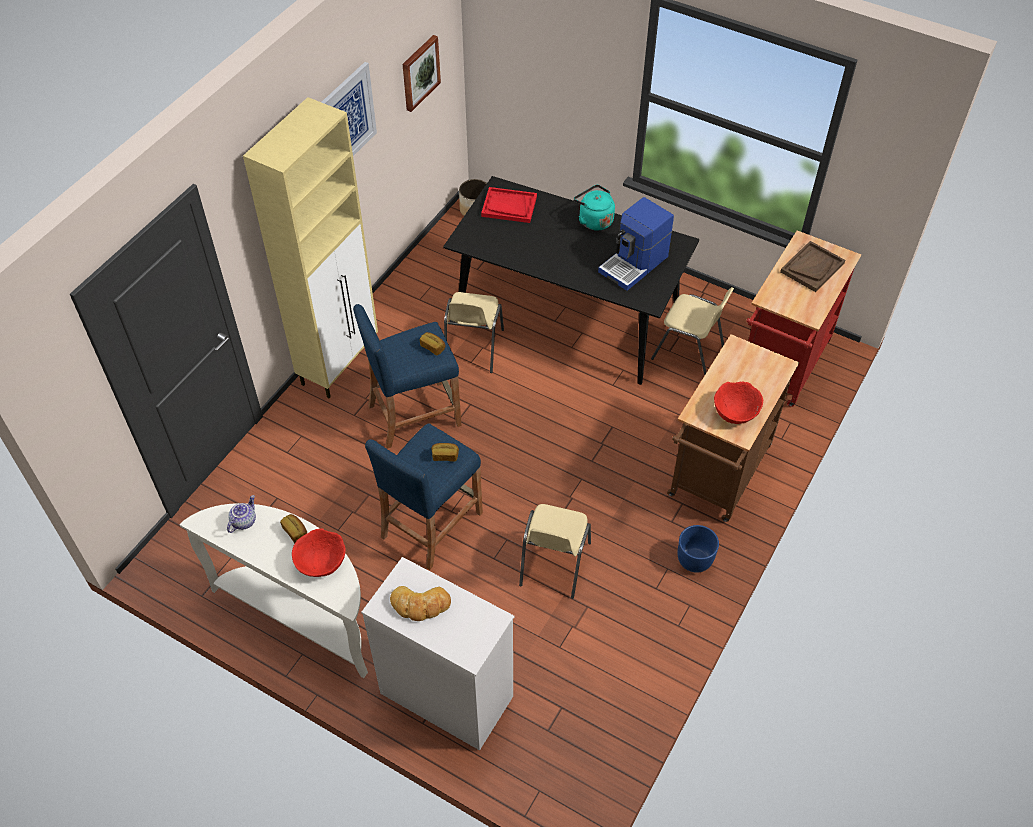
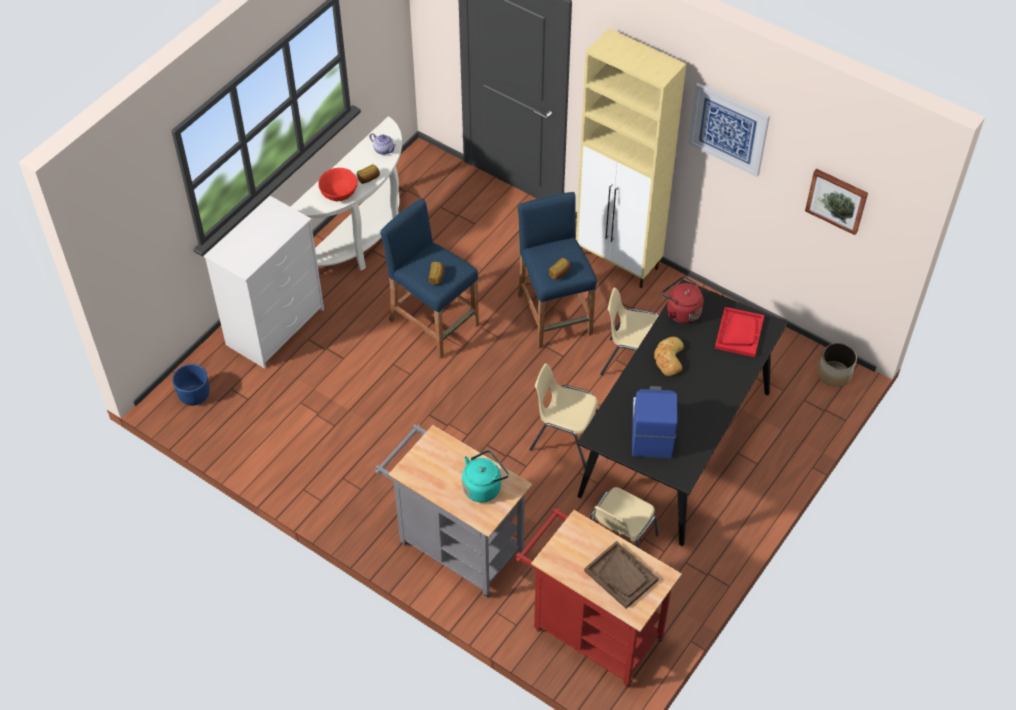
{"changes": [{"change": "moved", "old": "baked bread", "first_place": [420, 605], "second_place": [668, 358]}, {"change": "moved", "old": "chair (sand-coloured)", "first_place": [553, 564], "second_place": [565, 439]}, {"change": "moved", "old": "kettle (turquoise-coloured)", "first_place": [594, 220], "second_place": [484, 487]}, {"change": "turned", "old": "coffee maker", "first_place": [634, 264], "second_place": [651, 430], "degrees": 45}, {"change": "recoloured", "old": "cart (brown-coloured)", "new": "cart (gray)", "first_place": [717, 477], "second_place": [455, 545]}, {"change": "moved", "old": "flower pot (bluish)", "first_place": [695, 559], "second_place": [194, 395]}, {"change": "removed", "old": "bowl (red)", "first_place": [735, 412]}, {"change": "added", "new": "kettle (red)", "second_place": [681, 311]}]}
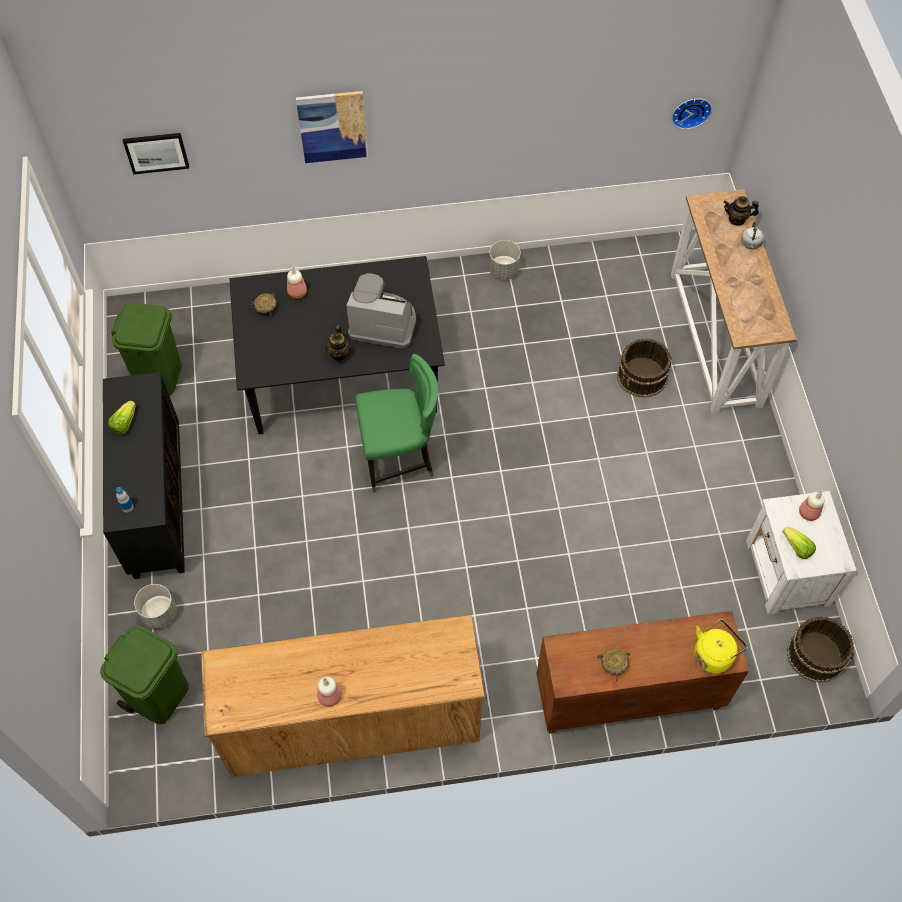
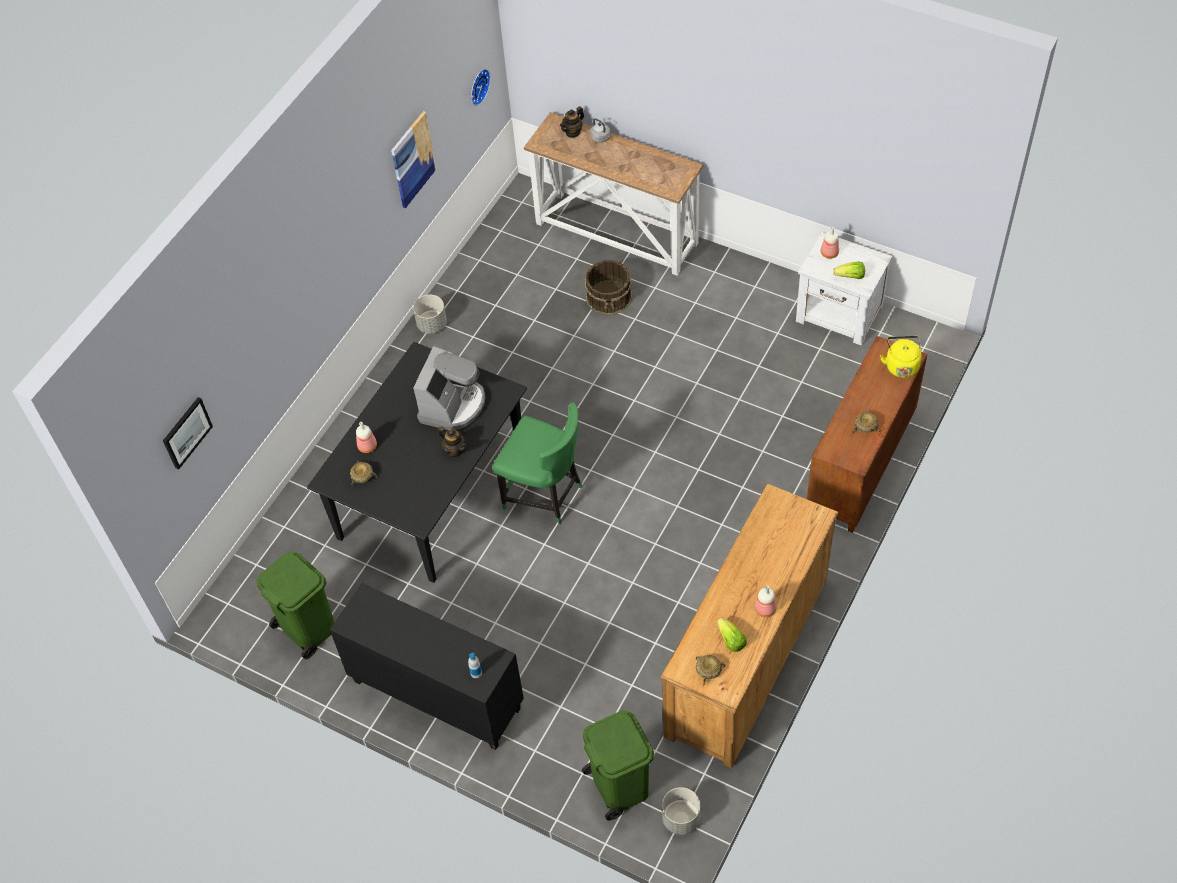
{"changes": [{"change": "moved", "old": "lettuce head", "first_place": [124, 423], "second_place": [731, 640]}, {"change": "moved", "old": "flower pot (gray)", "first_place": [159, 613], "second_place": [680, 819]}, {"change": "moved", "old": "wall art", "first_place": [332, 126], "second_place": [412, 159]}, {"change": "turned", "old": "coffee maker", "first_place": [383, 323], "second_place": [452, 405], "degrees": 150}, {"change": "turned", "old": "chair (greenish)", "first_place": [400, 459], "second_place": [545, 495], "degrees": 90}, {"change": "removed", "old": "bucket (brown-coloured)", "first_place": [816, 654]}, {"change": "added", "new": "bowl (sand-coloured)", "second_place": [708, 671]}]}
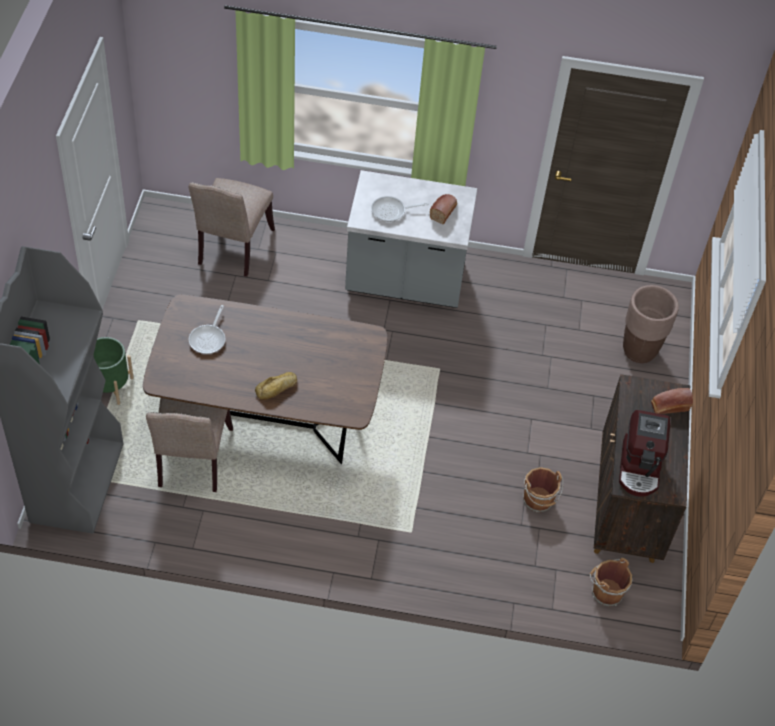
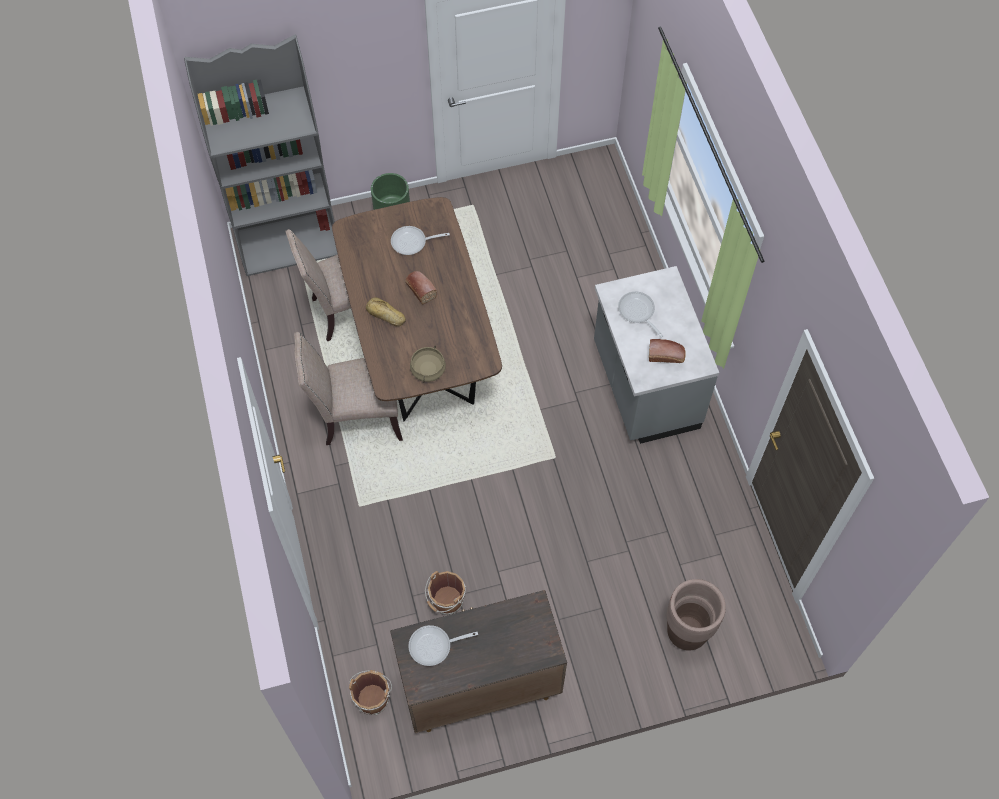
{"changes": [{"change": "moved", "old": "chair (sand-coloured)", "first_place": [233, 249], "second_place": [357, 416]}, {"change": "replaced", "old": "coffee maker", "new": "pan", "first_place": [640, 468], "second_place": [434, 646]}, {"change": "moved", "old": "baked bread", "first_place": [669, 406], "second_place": [420, 289]}, {"change": "added", "new": "saucepot (sand-coloured)", "second_place": [428, 370]}]}
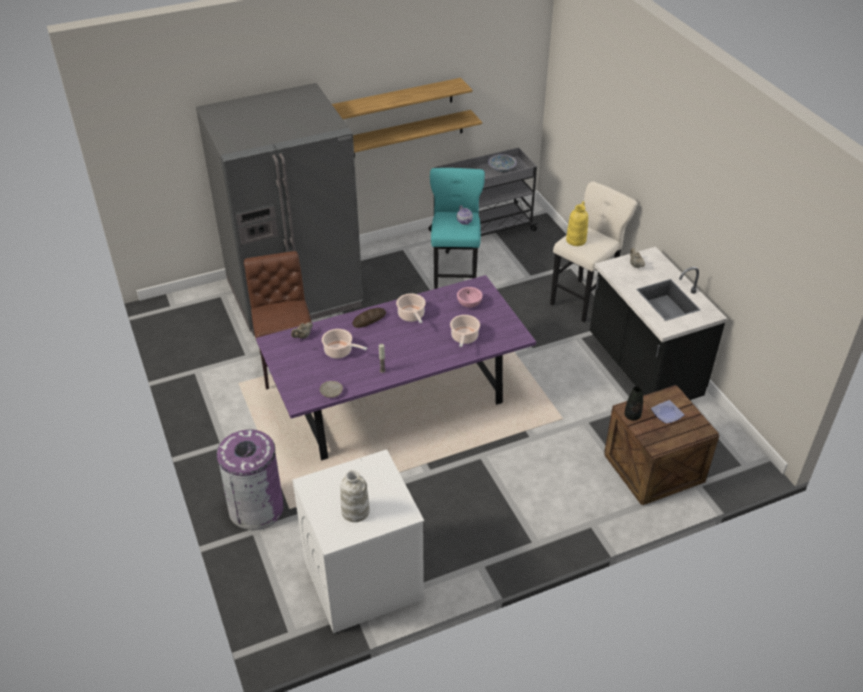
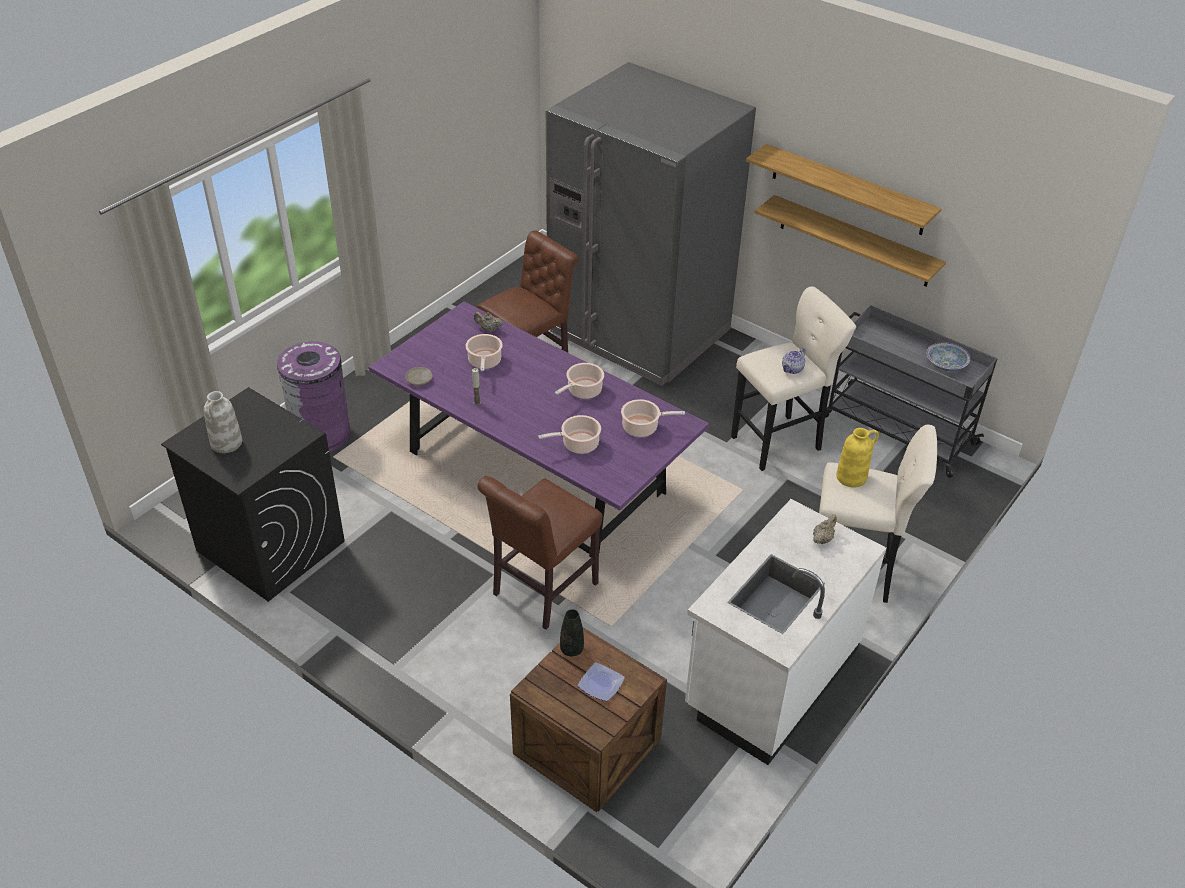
{"changes": [{"change": "recoloured", "old": "laundry appliance (white-coloured)", "new": "laundry appliance (blackish)", "first_place": [362, 581], "second_place": [269, 546]}, {"change": "removed", "old": "baked bread", "first_place": [369, 319]}, {"change": "recoloured", "old": "sitting stool (turquoise-coloured)", "new": "sitting stool (sand-coloured)", "first_place": [455, 279], "second_place": [780, 441]}, {"change": "replaced", "old": "bowl (pinkish)", "new": "saucepot", "first_place": [469, 303], "second_place": [642, 427]}, {"change": "recoloured", "old": "counter (blackish)", "new": "counter (white-coloured)", "first_place": [643, 367], "second_place": [770, 678]}, {"change": "added", "new": "chair (brown-coloured)", "second_place": [541, 592]}]}
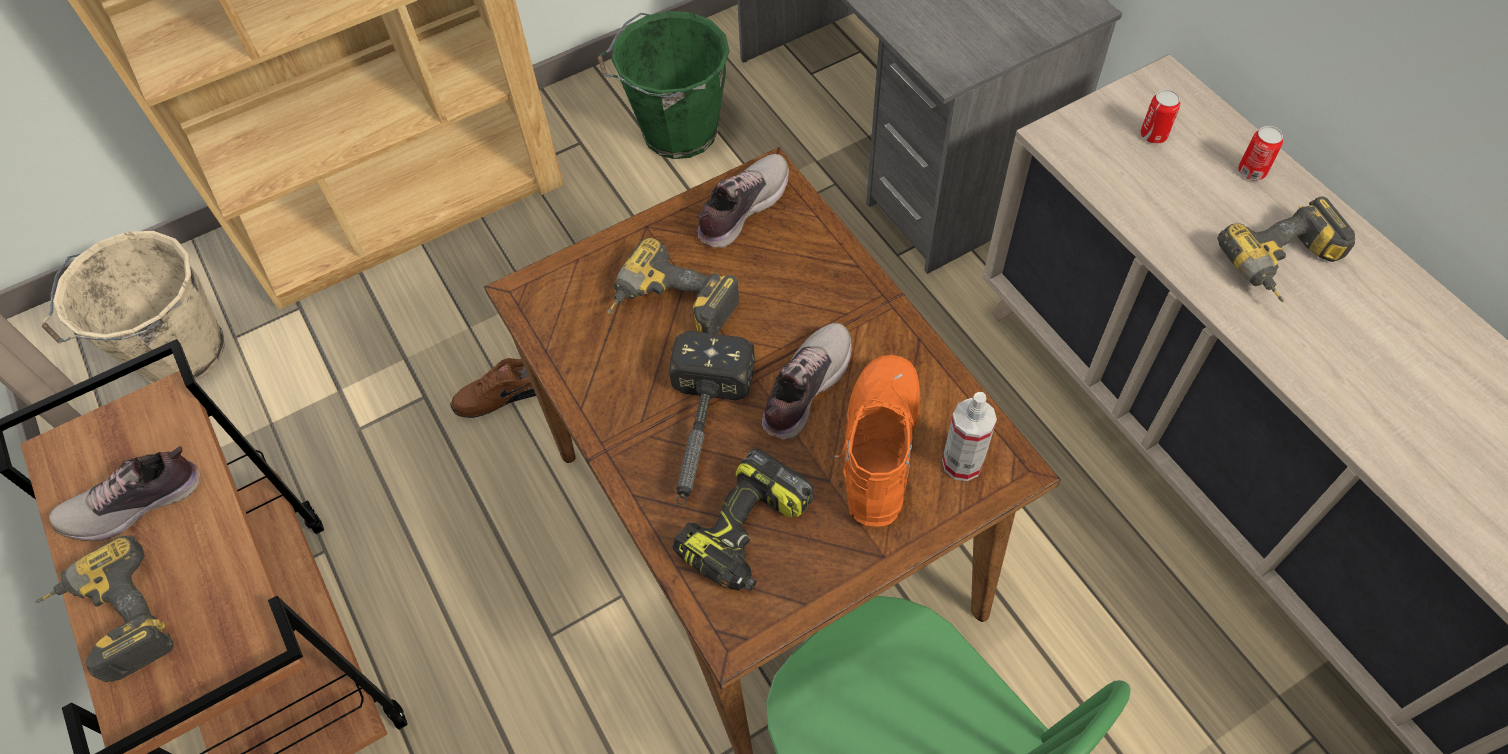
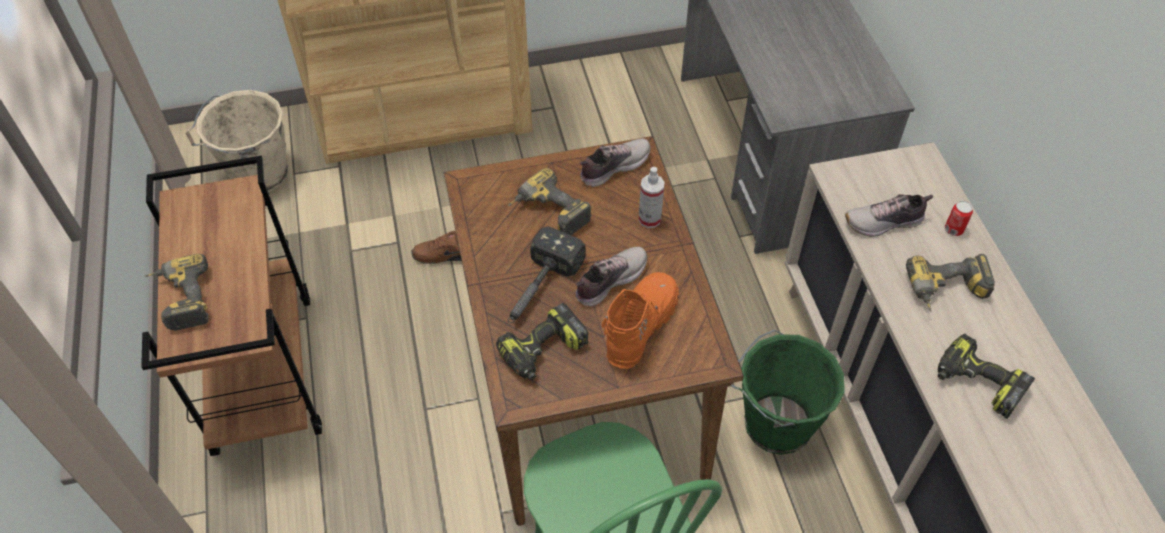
{"changes": [{"change": "moved", "old": "low shoe", "first_place": [137, 504], "second_place": [884, 223]}, {"change": "moved", "old": "bucket (greenish)", "first_place": [676, 132], "second_place": [774, 424]}, {"change": "moved", "old": "spray bottle", "first_place": [962, 463], "second_place": [649, 219]}, {"change": "removed", "old": "sealed can", "first_place": [1153, 135]}, {"change": "added", "new": "drill", "second_place": [977, 383]}]}
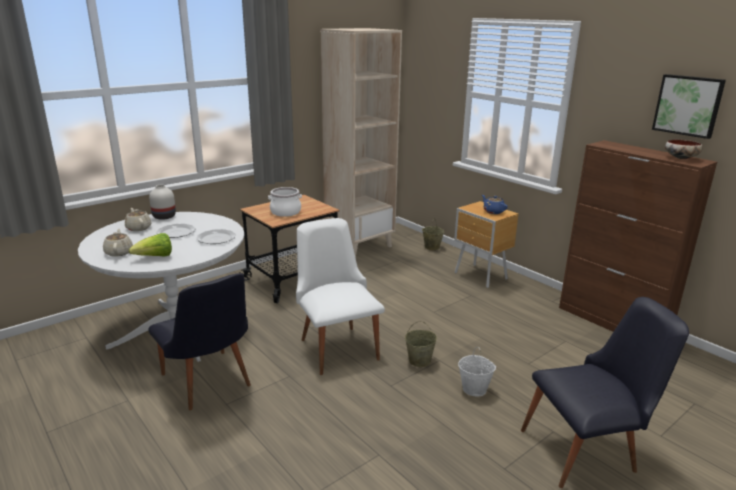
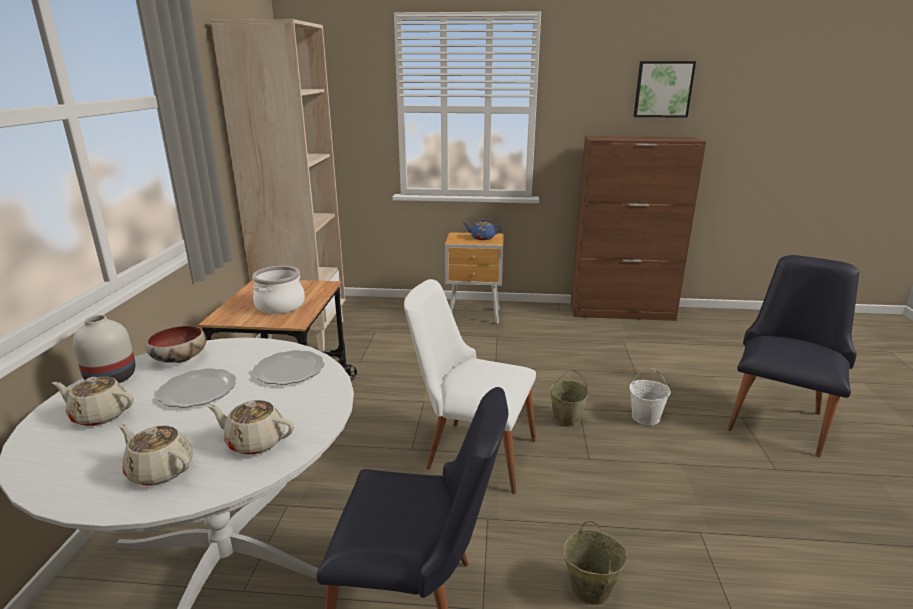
{"changes": [{"change": "replaced", "old": "lettuce head", "new": "pot for tea (sand-coloured)", "first_place": [155, 257], "second_place": [255, 441]}, {"change": "moved", "old": "bucket (sand-coloured)", "first_place": [431, 247], "second_place": [589, 588]}, {"change": "moved", "old": "bowl", "first_place": [680, 158], "second_place": [179, 359]}]}
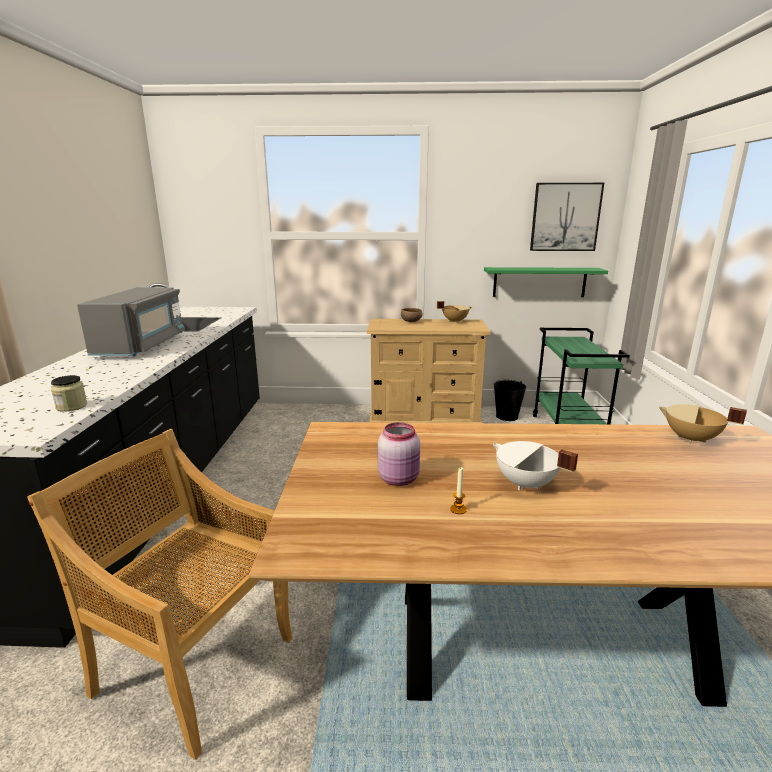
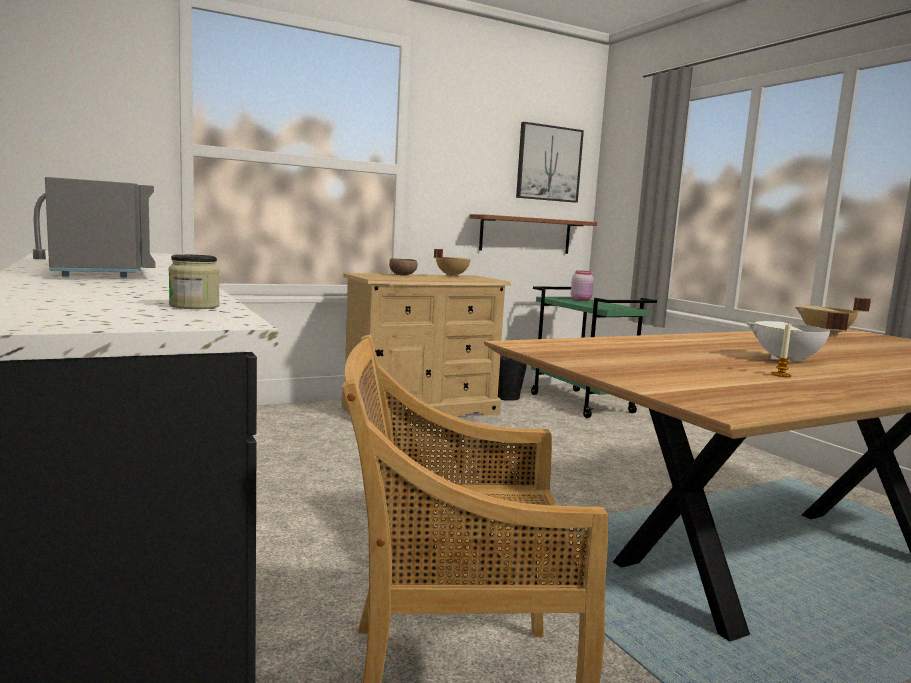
{"changes": [{"change": "moved", "old": "preserve jar (pinkish)", "first_place": [400, 479], "second_place": [581, 300]}, {"change": "recoloured", "old": "shelf (greenish)", "new": "shelf (brown-coloured)", "first_place": [539, 282], "second_place": [525, 235]}]}
